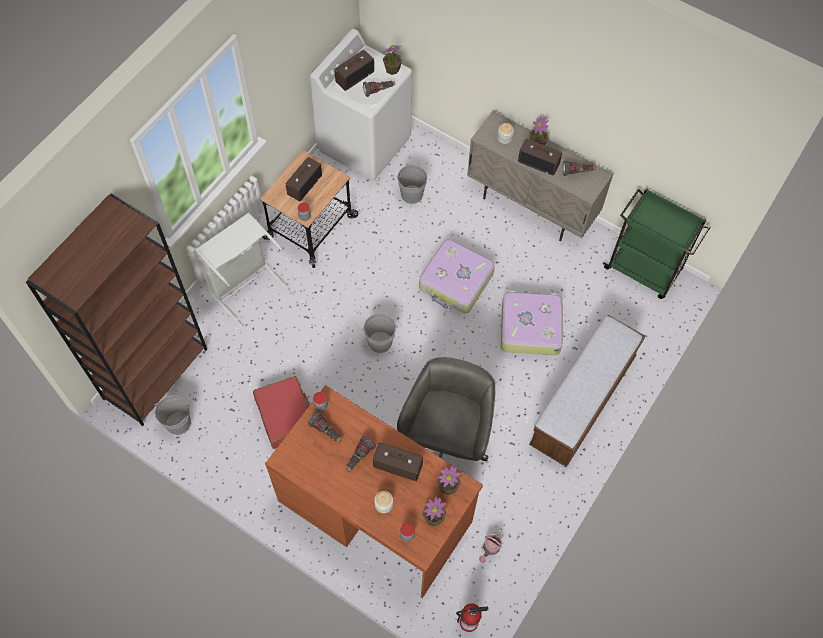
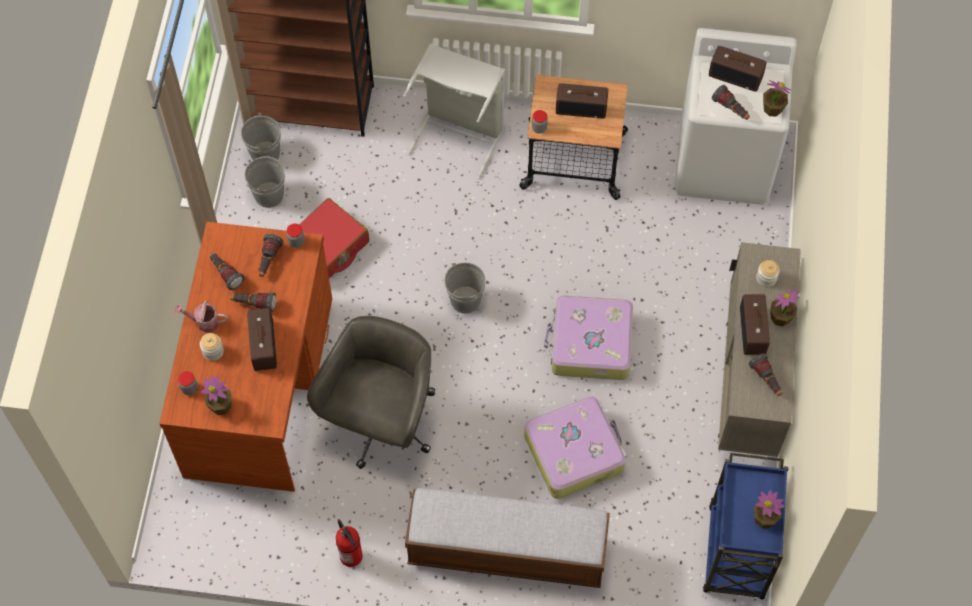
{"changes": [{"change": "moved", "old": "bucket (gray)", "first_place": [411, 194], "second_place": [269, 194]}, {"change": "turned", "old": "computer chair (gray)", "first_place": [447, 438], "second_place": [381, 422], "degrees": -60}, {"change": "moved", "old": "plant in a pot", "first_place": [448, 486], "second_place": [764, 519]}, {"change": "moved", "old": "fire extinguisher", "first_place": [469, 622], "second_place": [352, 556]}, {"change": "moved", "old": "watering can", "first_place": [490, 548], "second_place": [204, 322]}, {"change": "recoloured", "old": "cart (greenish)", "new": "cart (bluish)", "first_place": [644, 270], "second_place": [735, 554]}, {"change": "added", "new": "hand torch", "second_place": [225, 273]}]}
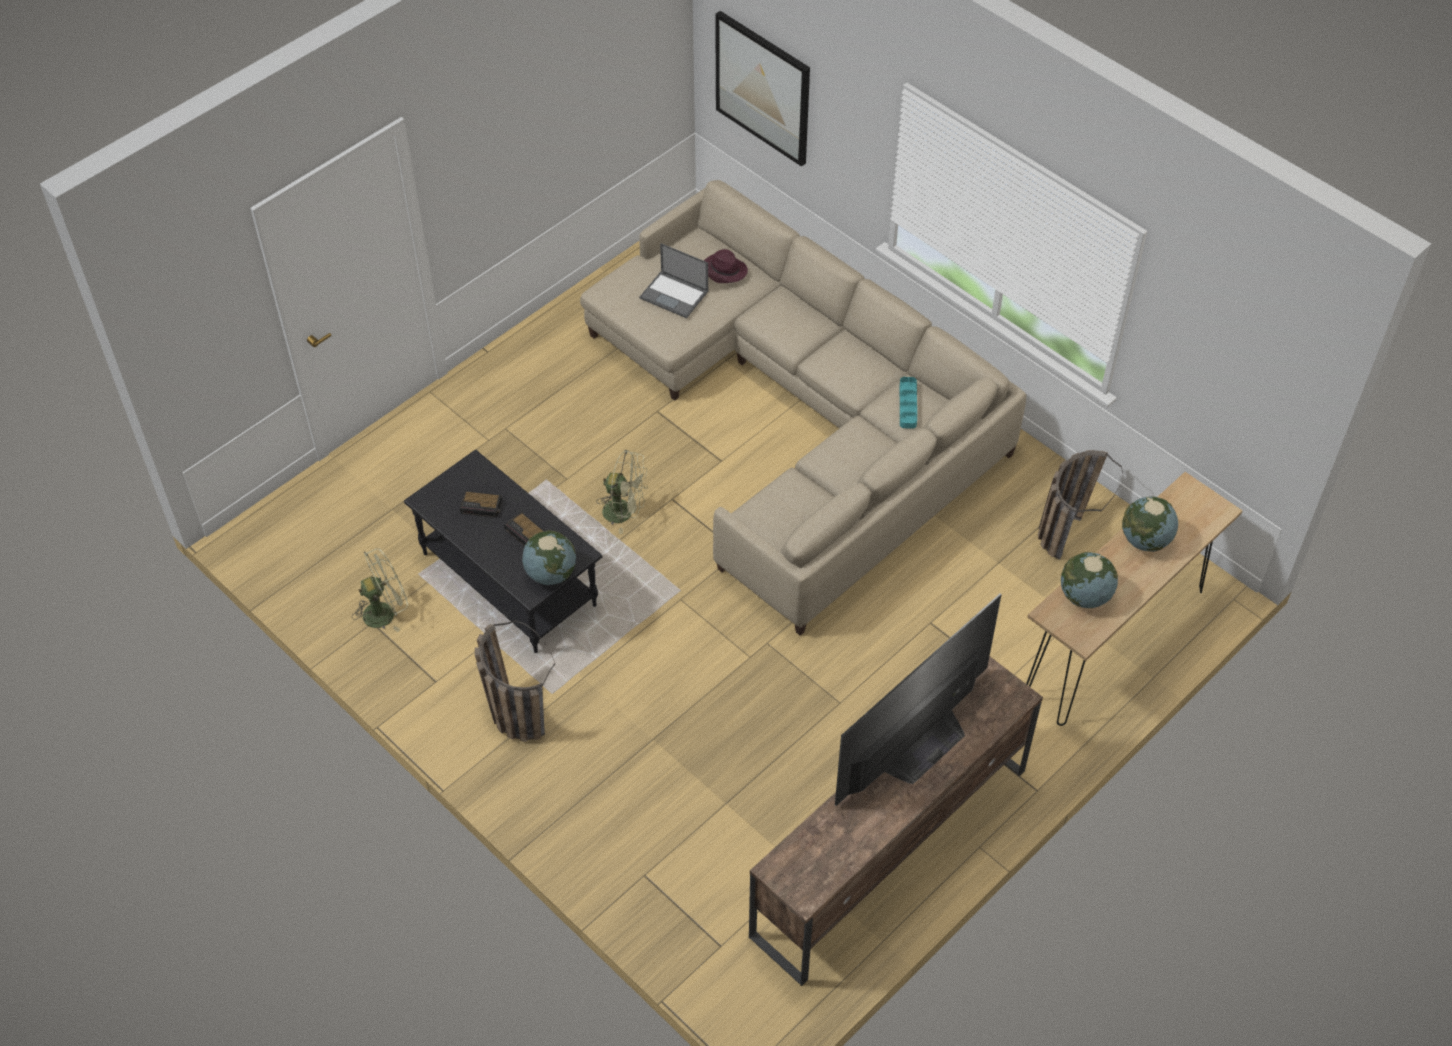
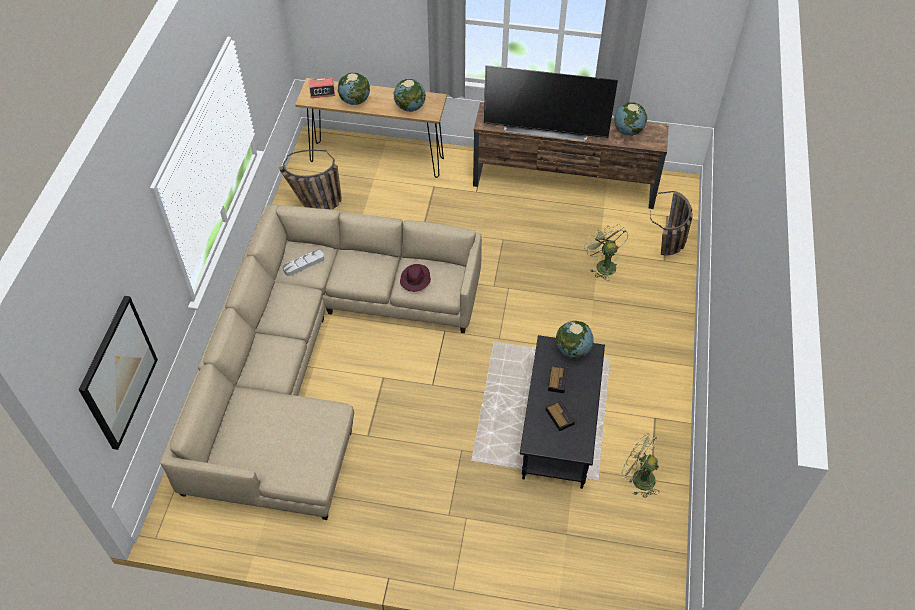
{"changes": [{"change": "moved", "old": "basket", "first_place": [511, 709], "second_place": [668, 249]}, {"change": "moved", "old": "electric fan (greenish)", "first_place": [625, 512], "second_place": [603, 264]}, {"change": "removed", "old": "portable computer", "first_place": [675, 295]}, {"change": "moved", "old": "wearable hat (purple-coloured)", "first_place": [724, 270], "second_place": [415, 280]}, {"change": "recoloured", "old": "tray (turquoise-coloured)", "new": "tray (gray)", "first_place": [908, 405], "second_place": [303, 264]}, {"change": "added", "new": "table clock", "second_place": [322, 91]}, {"change": "added", "new": "world globe", "second_place": [628, 131]}]}
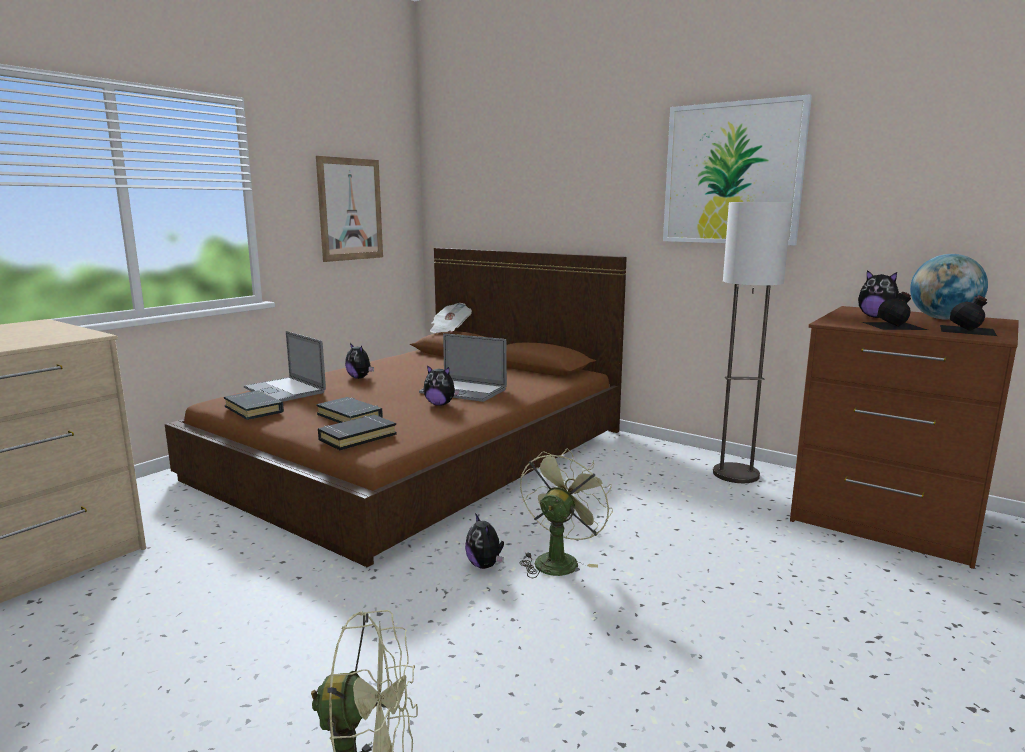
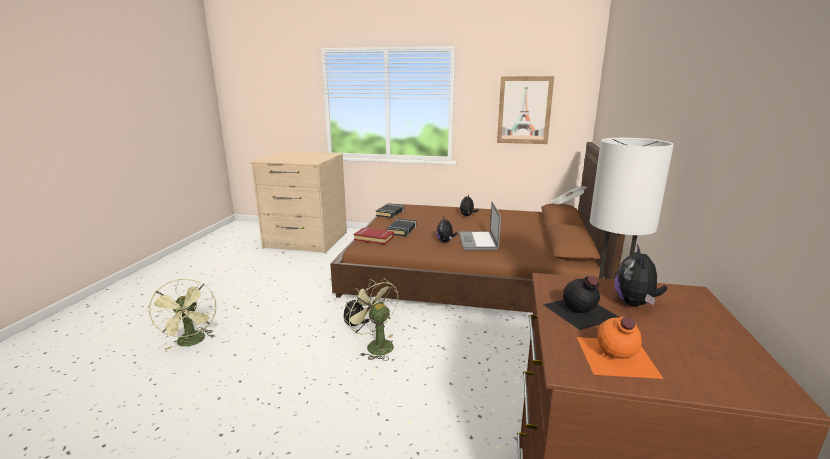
{"changes": [{"change": "removed", "old": "portable computer", "first_place": [284, 390]}, {"change": "recoloured", "old": "book (blackish)", "new": "book (red)", "first_place": [357, 437], "second_place": [374, 238]}, {"change": "turned", "old": "electric fan (greenish)", "first_place": [559, 560], "second_place": [375, 345], "degrees": -135}, {"change": "removed", "old": "wall art", "first_place": [732, 174]}, {"change": "removed", "old": "world globe", "first_place": [942, 319]}, {"change": "recoloured", "old": "beverage bottle (blackish)", "new": "beverage bottle (orange-coloured)", "first_place": [968, 330], "second_place": [616, 357]}]}
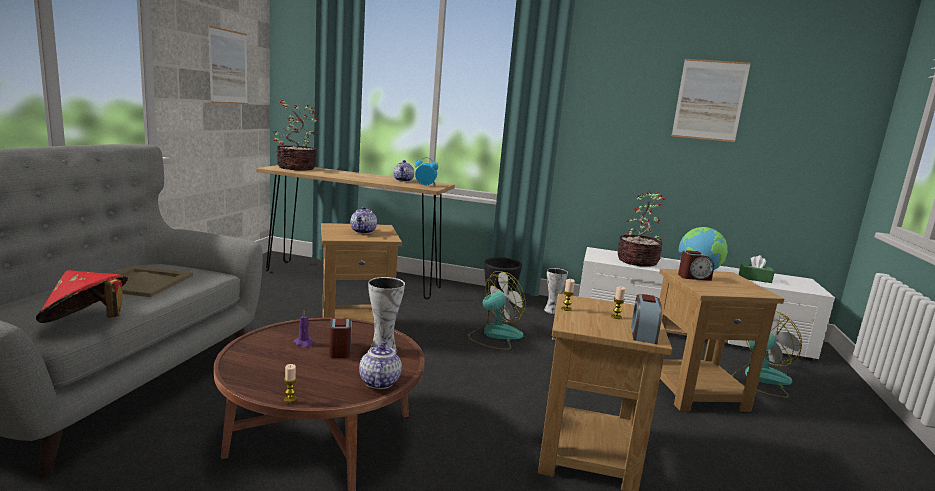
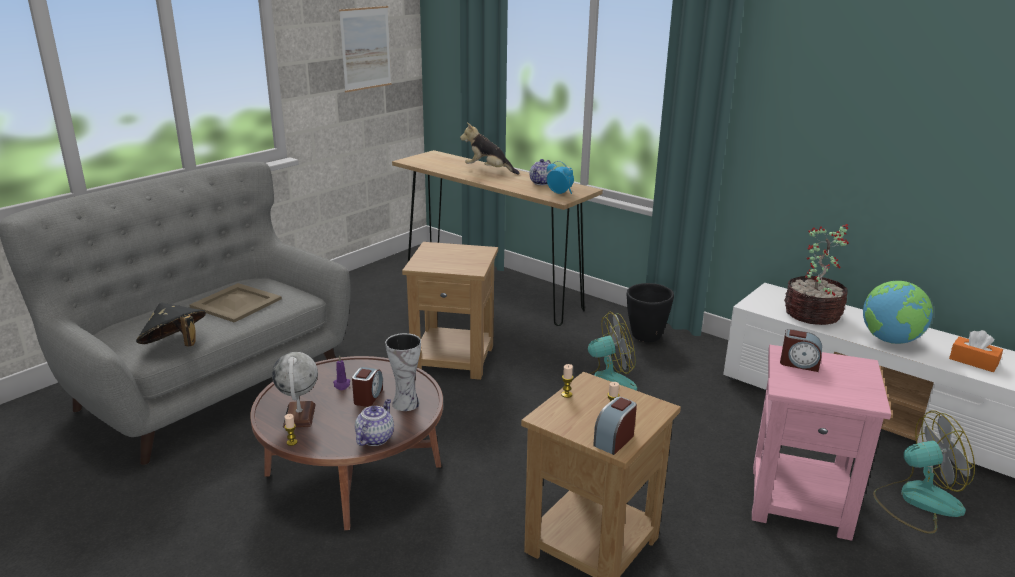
{"changes": [{"change": "recoloured", "old": "wearable hat (red)", "new": "wearable hat (blackish)", "first_place": [86, 323], "second_place": [175, 346]}, {"change": "removed", "old": "plant in a pot", "first_place": [295, 168]}, {"change": "removed", "old": "pot for tea", "first_place": [364, 232]}, {"change": "removed", "old": "flower vase", "first_place": [551, 311]}, {"change": "recoloured", "old": "end table (brown-coloured)", "new": "end table (pinkish)", "first_place": [696, 391], "second_place": [801, 501]}, {"change": "removed", "old": "wall art", "first_place": [709, 100]}, {"change": "recoloured", "old": "tissue box (greenish)", "new": "tissue box (orange-coloured)", "first_place": [754, 278], "second_place": [973, 361]}, {"change": "added", "new": "world globe", "second_place": [299, 415]}, {"change": "added", "new": "soft toy", "second_place": [488, 170]}]}
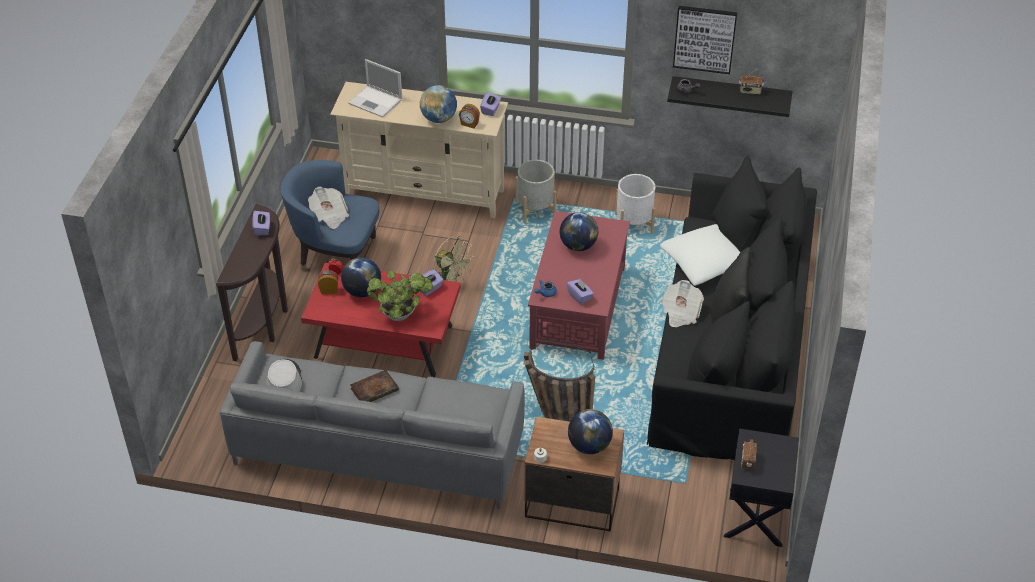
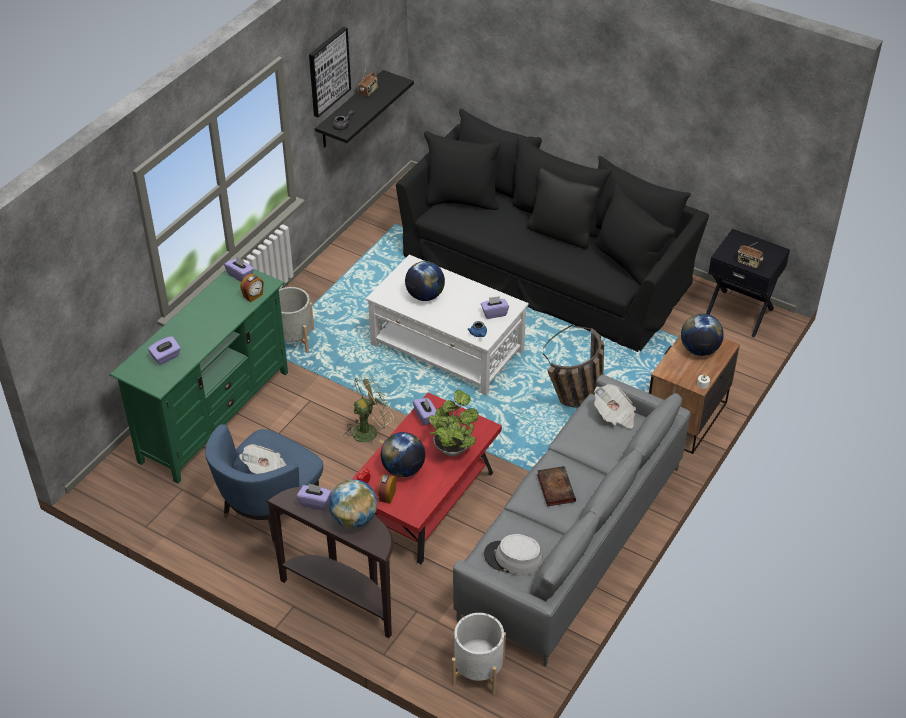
{"changes": [{"change": "recoloured", "old": "tv unit (sand-coloured)", "new": "tv unit (greenish)", "first_place": [425, 193], "second_place": [214, 415]}, {"change": "replaced", "old": "portable computer", "new": "tissue box (purple-coloured)", "first_place": [376, 102], "second_place": [166, 357]}, {"change": "moved", "old": "world globe", "first_place": [439, 119], "second_place": [354, 519]}, {"change": "recoloured", "old": "lounge table (red)", "new": "lounge table (white-coloured)", "first_place": [577, 307], "second_place": [447, 348]}, {"change": "moved", "old": "flower pot (white-coloured)", "first_place": [634, 224], "second_place": [478, 671]}, {"change": "removed", "old": "cushion (white-coloured)", "first_place": [704, 264]}, {"change": "moved", "old": "printed paper", "first_place": [680, 313], "second_place": [614, 415]}]}
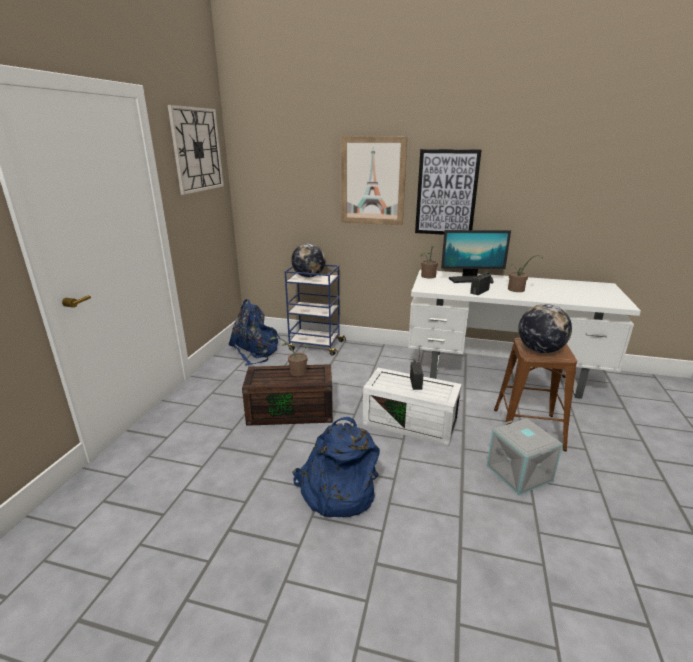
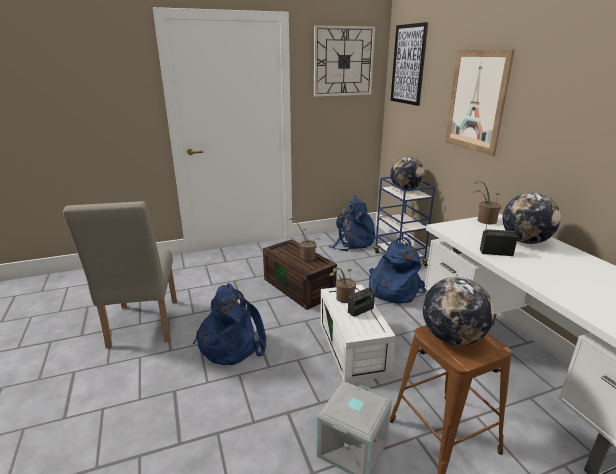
{"changes": [{"change": "moved", "old": "wall art", "first_place": [446, 193], "second_place": [408, 64]}, {"change": "replaced", "old": "computer screen", "new": "world globe", "first_place": [471, 280], "second_place": [525, 241]}, {"change": "moved", "old": "plant in a pot", "first_place": [517, 290], "second_place": [343, 299]}, {"change": "added", "new": "chair (sand-coloured)", "second_place": [142, 327]}, {"change": "added", "new": "backpack (bluish)", "second_place": [392, 290]}]}
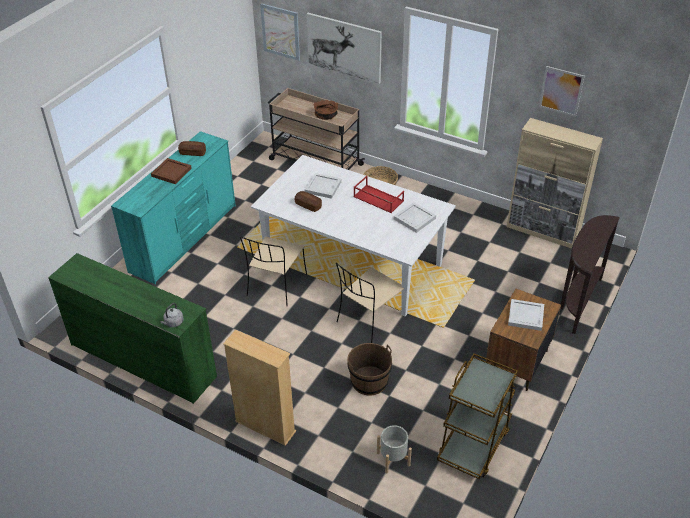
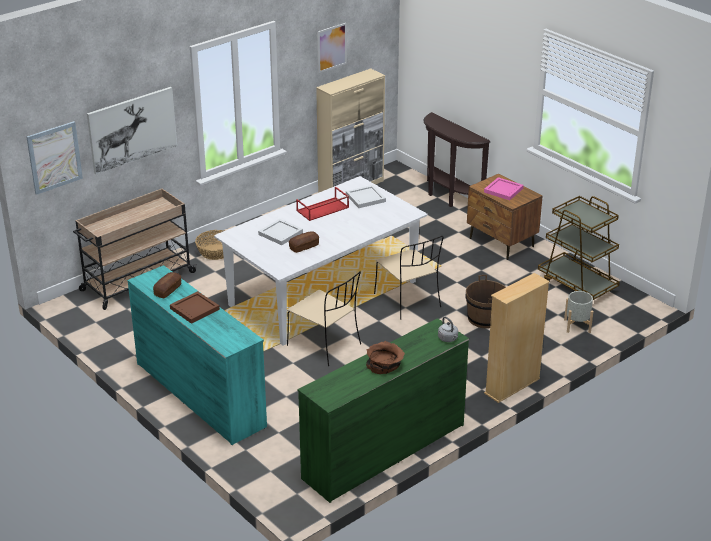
{"changes": [{"change": "moved", "old": "bowl (brown-coloured)", "first_place": [326, 115], "second_place": [384, 365]}, {"change": "recoloured", "old": "tray (white-coloured)", "new": "tray (pinkish)", "first_place": [525, 316], "second_place": [503, 190]}]}
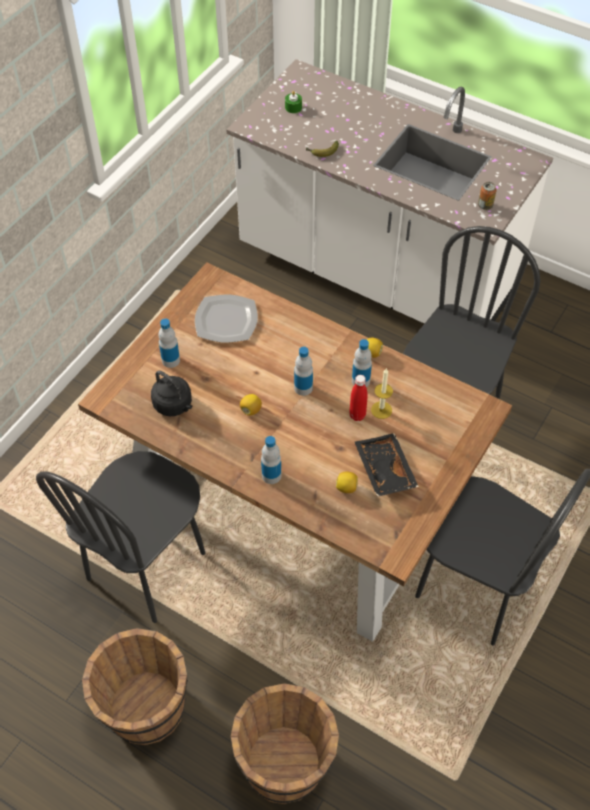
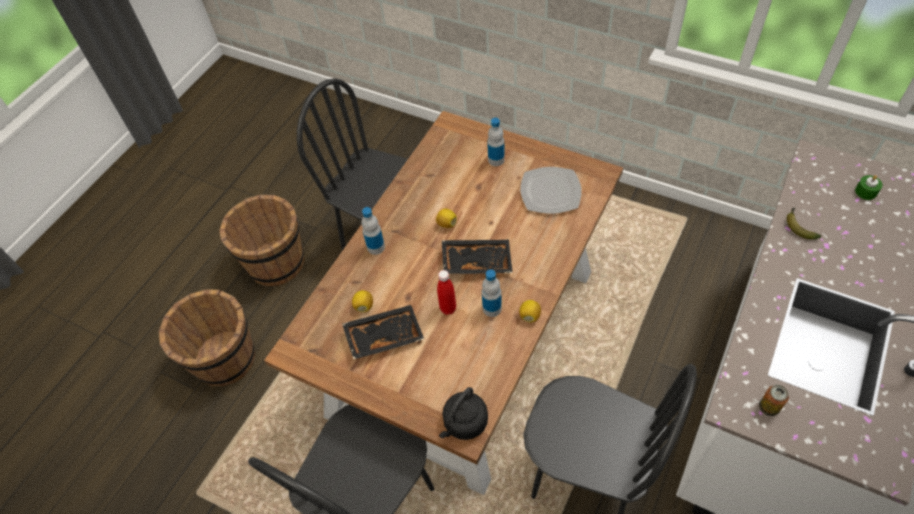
{"changes": [{"change": "moved", "old": "kettle (blackish)", "first_place": [174, 405], "second_place": [464, 424]}, {"change": "replaced", "old": "beverage bottle", "new": "tray (blackish)", "first_place": [303, 388], "second_place": [477, 261]}, {"change": "removed", "old": "wax light", "first_place": [381, 410]}]}
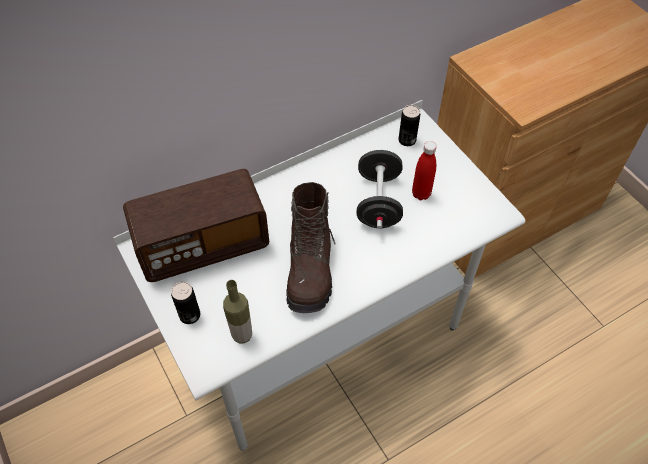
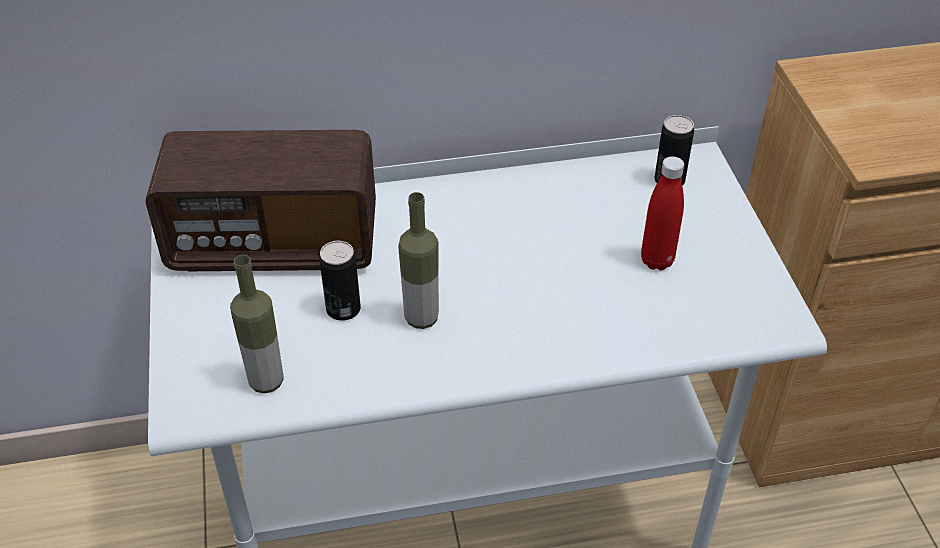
{"changes": [{"change": "moved", "old": "sealed can", "first_place": [190, 315], "second_place": [343, 309]}, {"change": "replaced", "old": "high-top boot (brown-coloured)", "new": "beverage bottle", "first_place": [310, 268], "second_place": [421, 318]}, {"change": "removed", "old": "free weight (blackish)", "first_place": [378, 202]}]}
